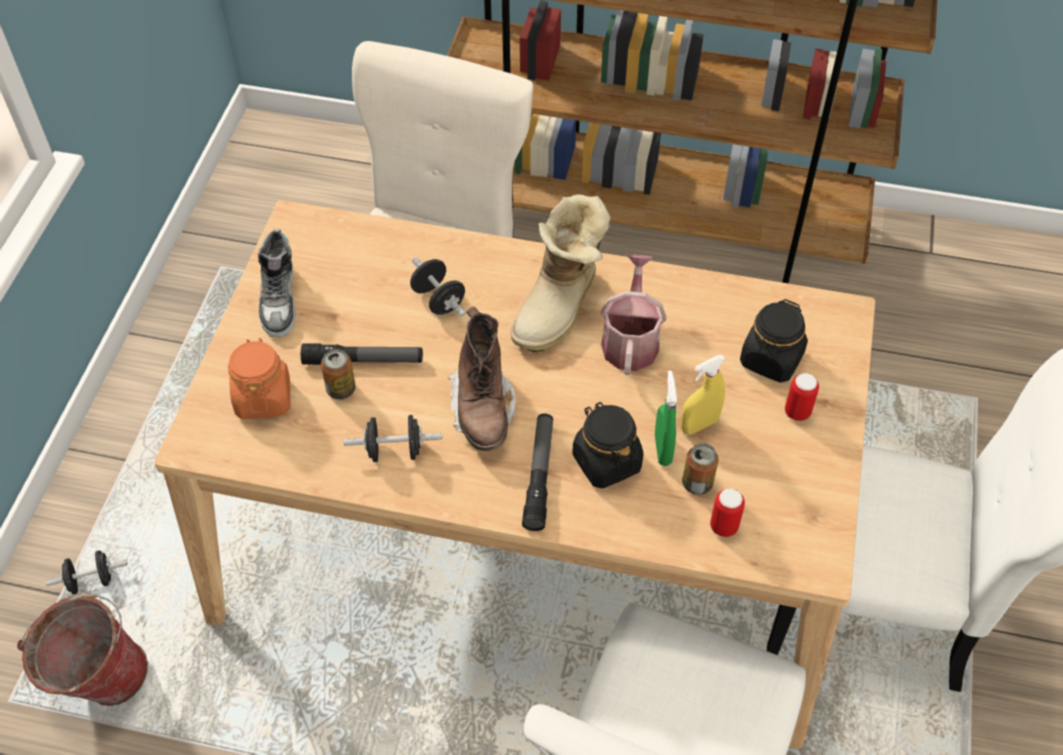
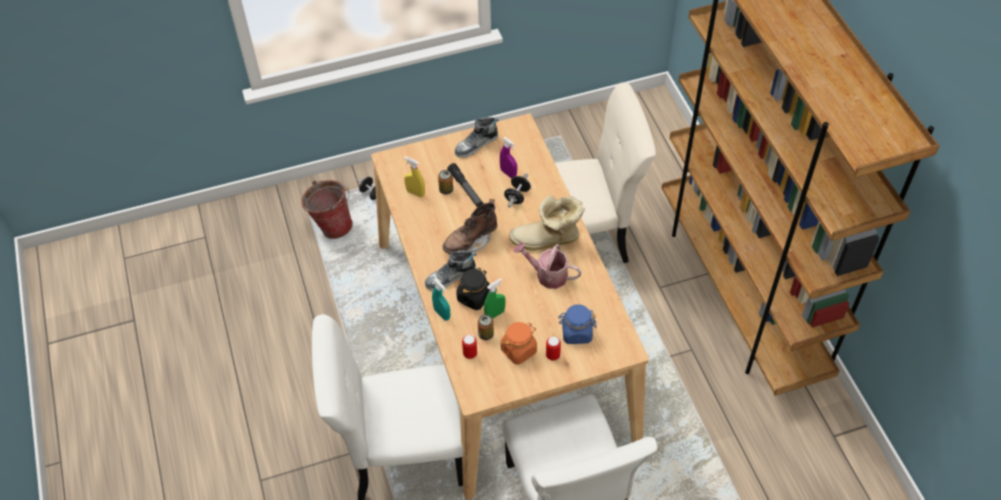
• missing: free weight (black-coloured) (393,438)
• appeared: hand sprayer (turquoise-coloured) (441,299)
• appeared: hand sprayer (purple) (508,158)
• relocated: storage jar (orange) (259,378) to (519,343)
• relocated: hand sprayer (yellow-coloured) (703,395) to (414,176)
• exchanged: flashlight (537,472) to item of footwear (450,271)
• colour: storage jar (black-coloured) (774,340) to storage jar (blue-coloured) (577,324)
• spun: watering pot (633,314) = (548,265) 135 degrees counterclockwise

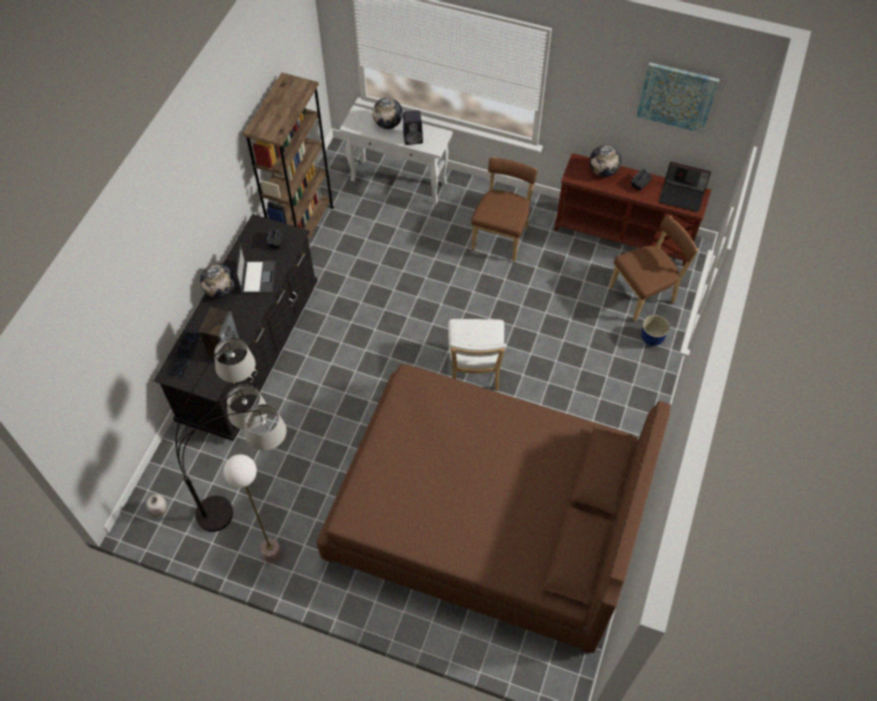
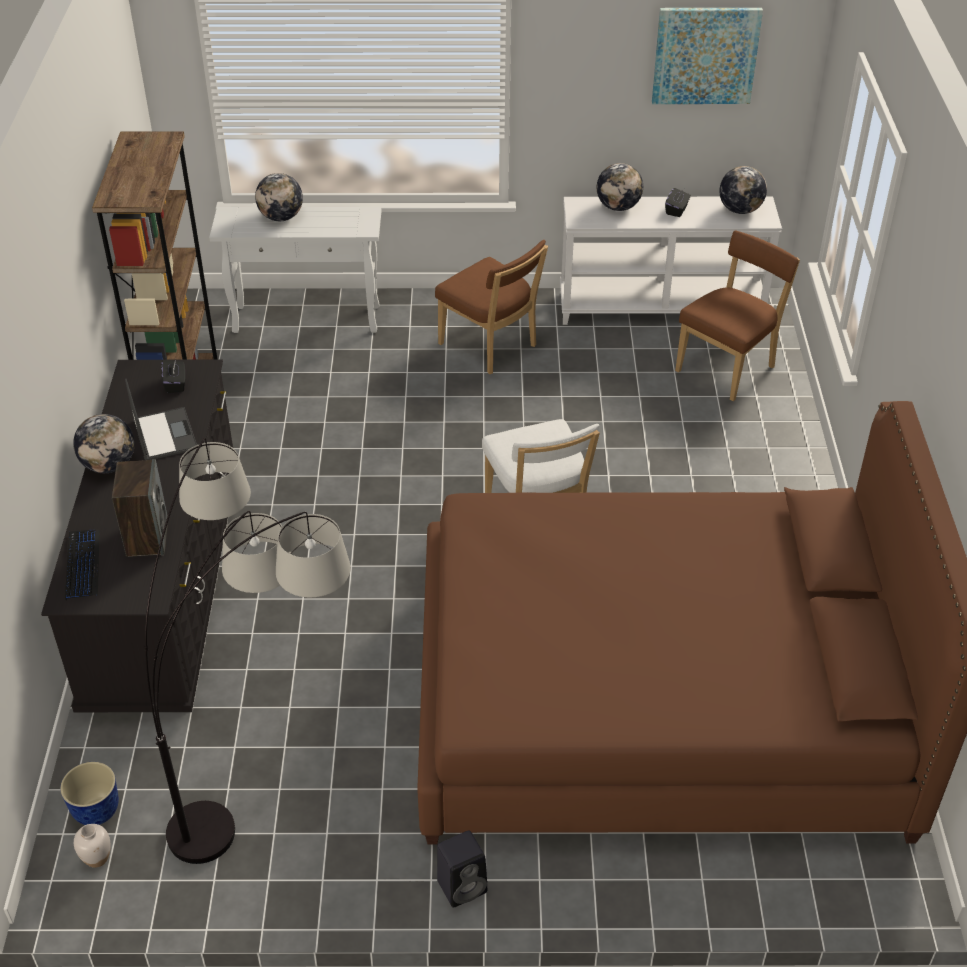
• missing: standard lamp (252,508)
• relocated: speaker (black-coloured) (413,127) to (462,869)
• relocated: flower pot (655,330) to (89,793)
• exchanged: portable computer (685,187) to globe (743,190)
• colour: narrow table (brown) (632,209) to narrow table (whitish) (671,261)
• spun: chair (brown) (504,209) = (491,307) 135 degrees clockwise

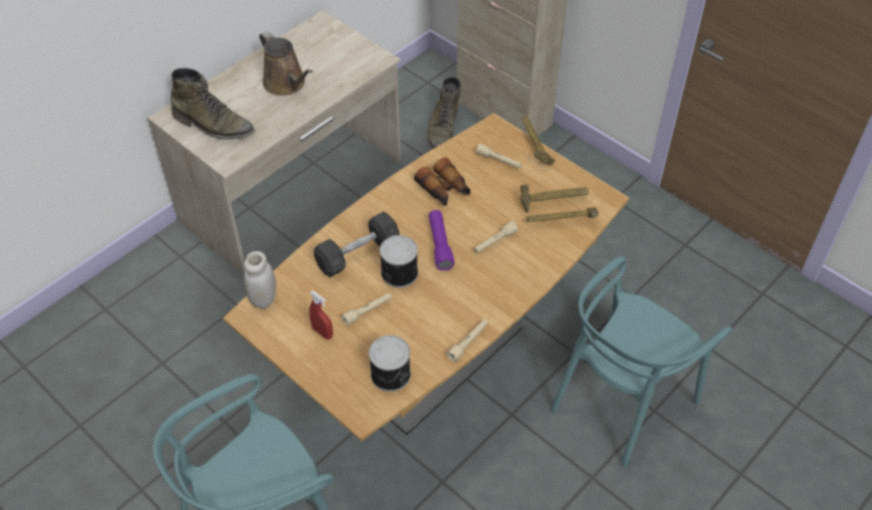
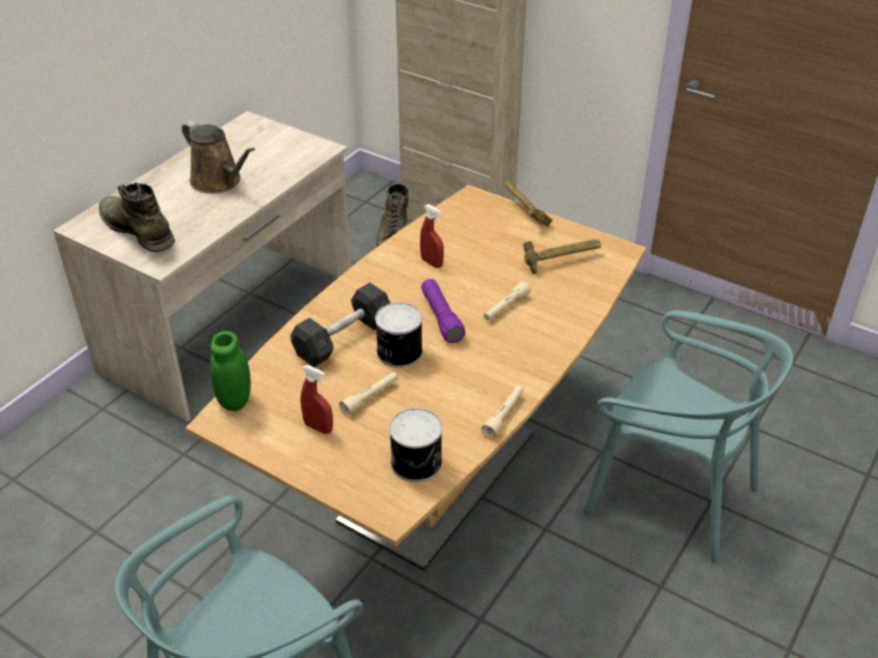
• missing: flashlight (beige) (499,156)
• missing: hammer (563,214)
• exchanged: field glasses (442,181) to hand sprayer (reddish) (432,236)
• colour: storage jar (whitish) (260,280) to storage jar (greenish) (230,371)
• spun: boot (greenish) (213,104) = (137,217) 150 degrees counterclockwise
• spun: chair (turquoise-coloured) (642,361) = (688,437) 90 degrees counterclockwise

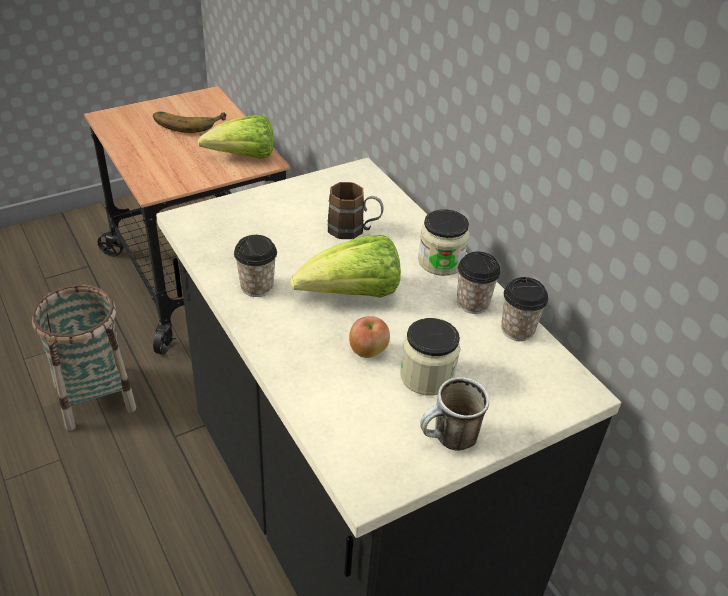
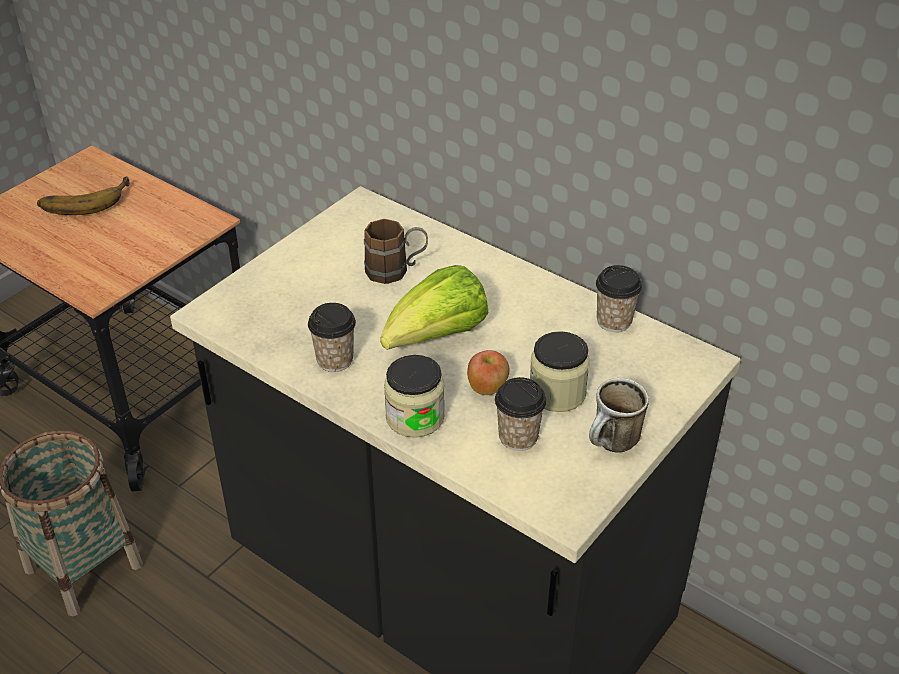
• missing: lettuce head (236,137)
• relocated: storage jar (444,242) to (414,396)
• relocated: small cup (479,283) to (520,414)

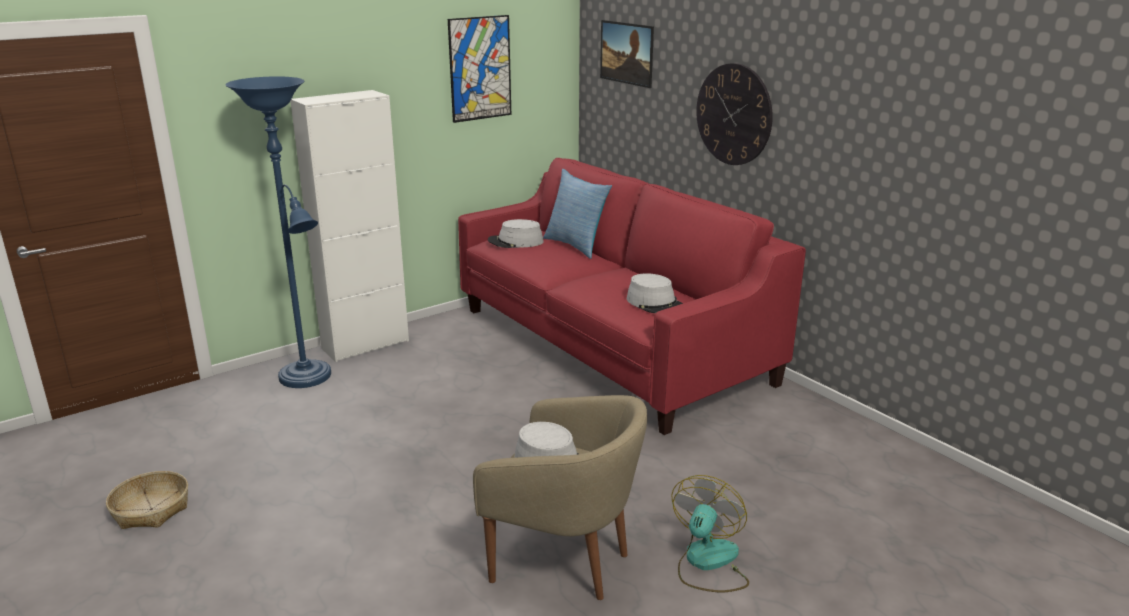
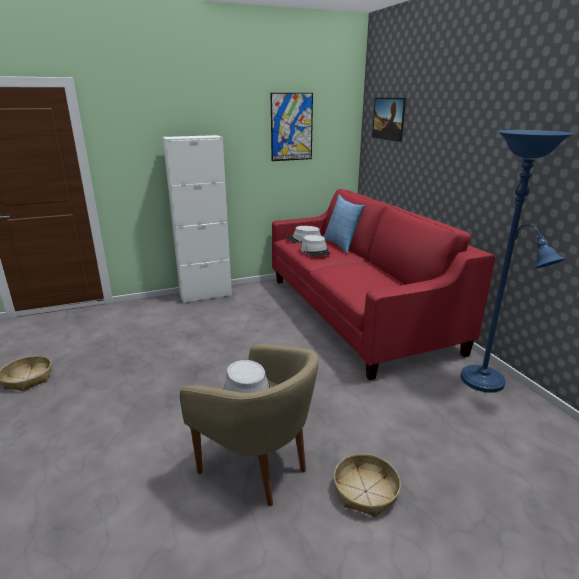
• missing: clock on the wall (734,114)
• relocated: standard lamp (blue-coloured) (278,232) to (516,261)
• relocated: wearable hat (greyish) (655,293) to (316,245)
• exchanged: cooling fan (710,533) to household basket (367,485)

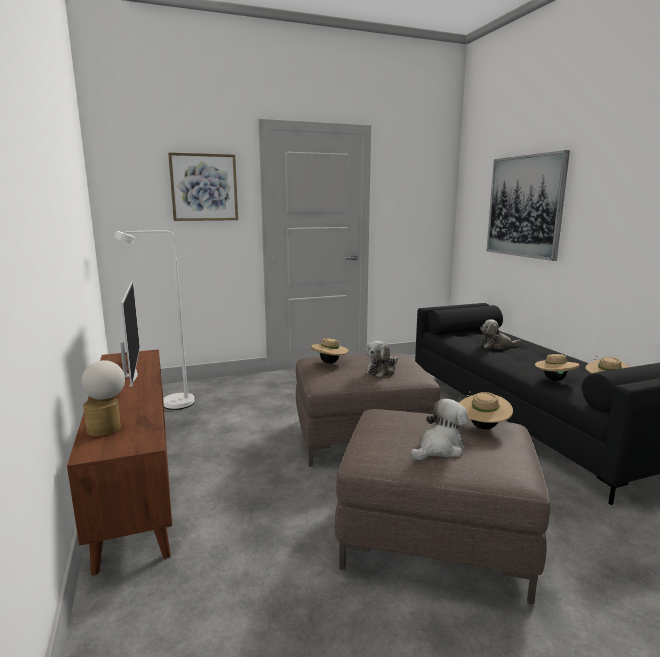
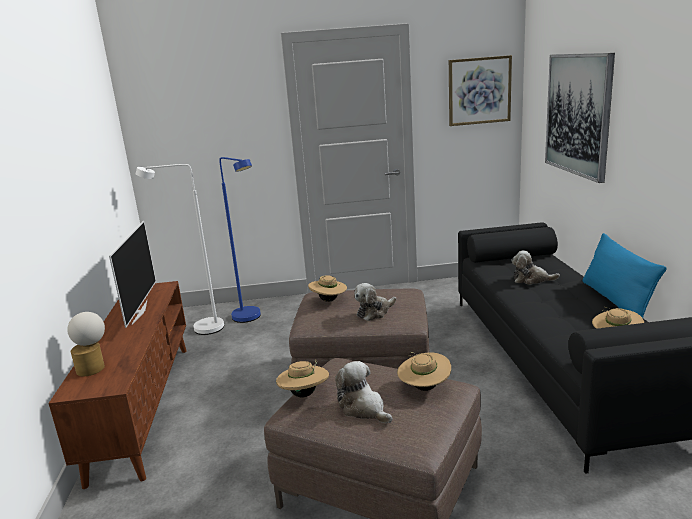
• appeared: standard lamp (blue-coloured) (240,240)
• appeared: throw pillow (blue-coloured) (624,275)
• relocated: wall art (203,186) to (480,90)
• relocated: wearable hat (beige) (557,366) to (302,378)
• spun: plush toy (439,429) = (363,392) 105 degrees counterclockwise

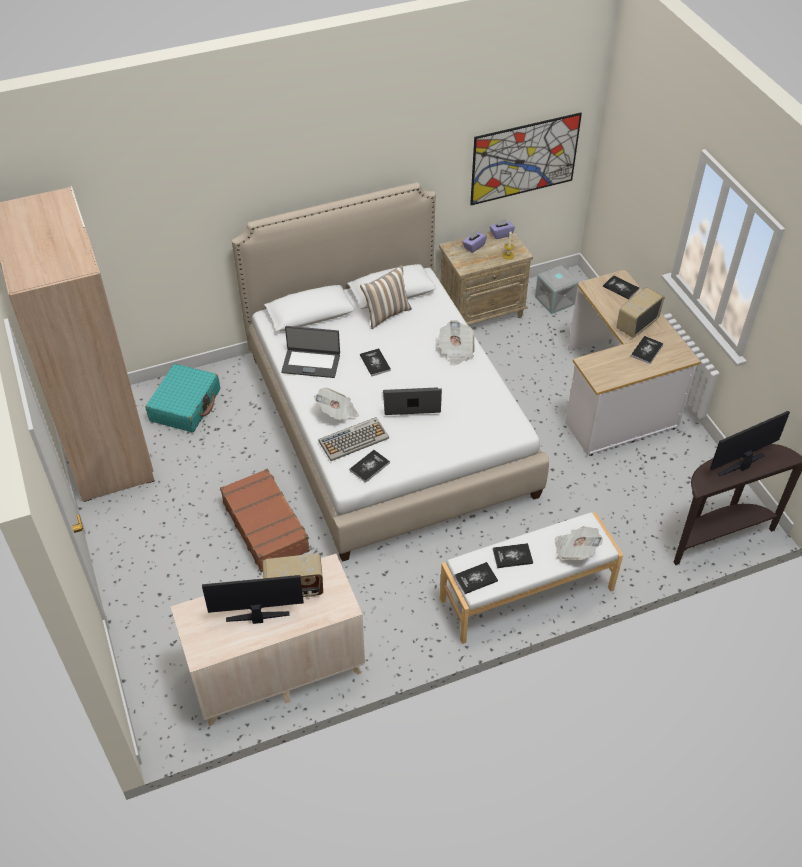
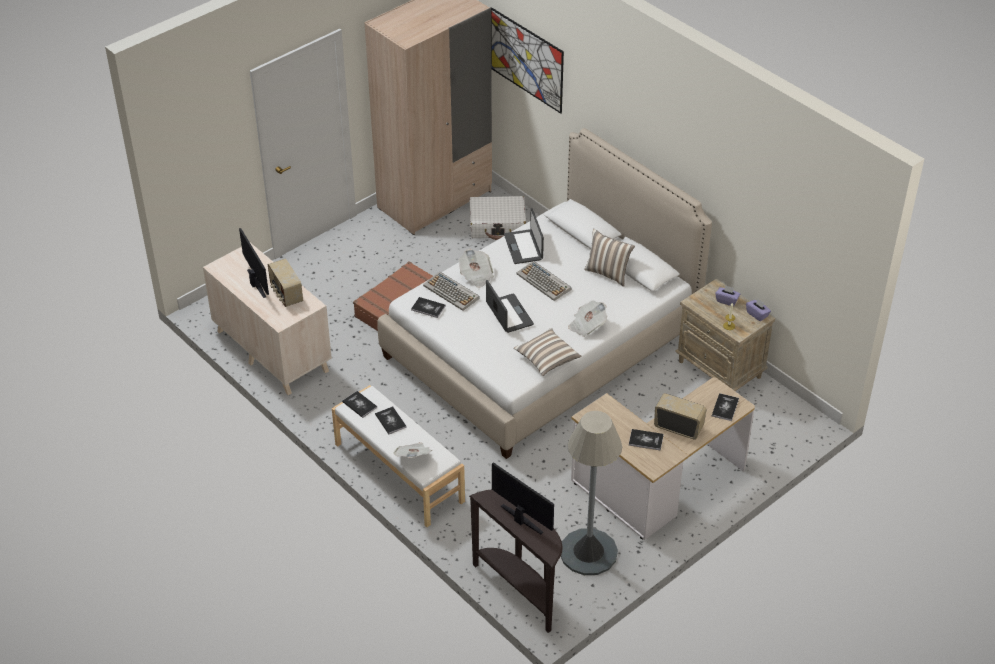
• missing: storage container (greyish) (557,289)
• appeared: throw pillow (548,352)
• appeared: standard lamp (greyish) (591,493)
• relocated: wall art (526,158) to (527,60)
• exchanged: volume (375,362) to PC keyboard (544,281)
• colour: piece of luggage (turquoise-coloured) (183,398) to piece of luggage (whitish) (497,218)

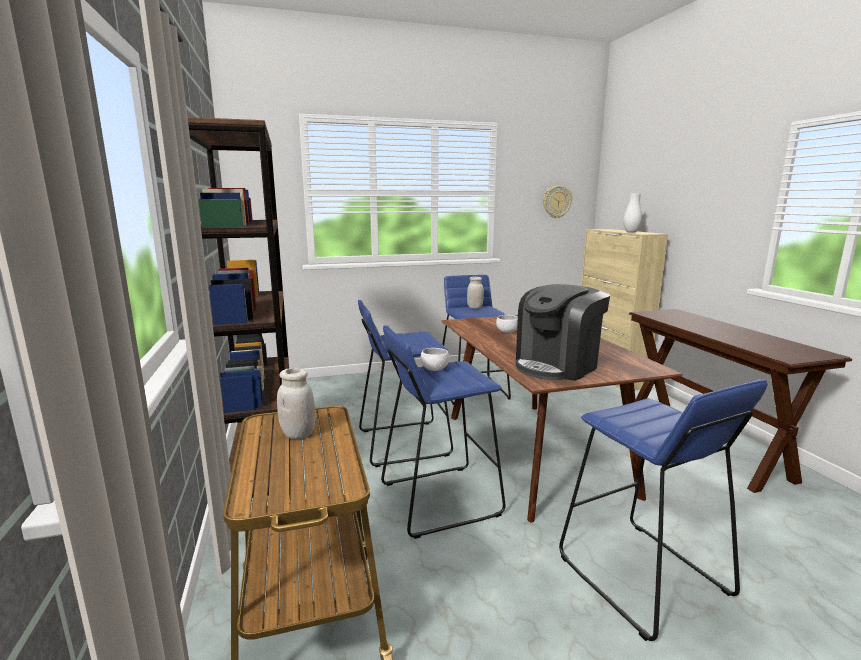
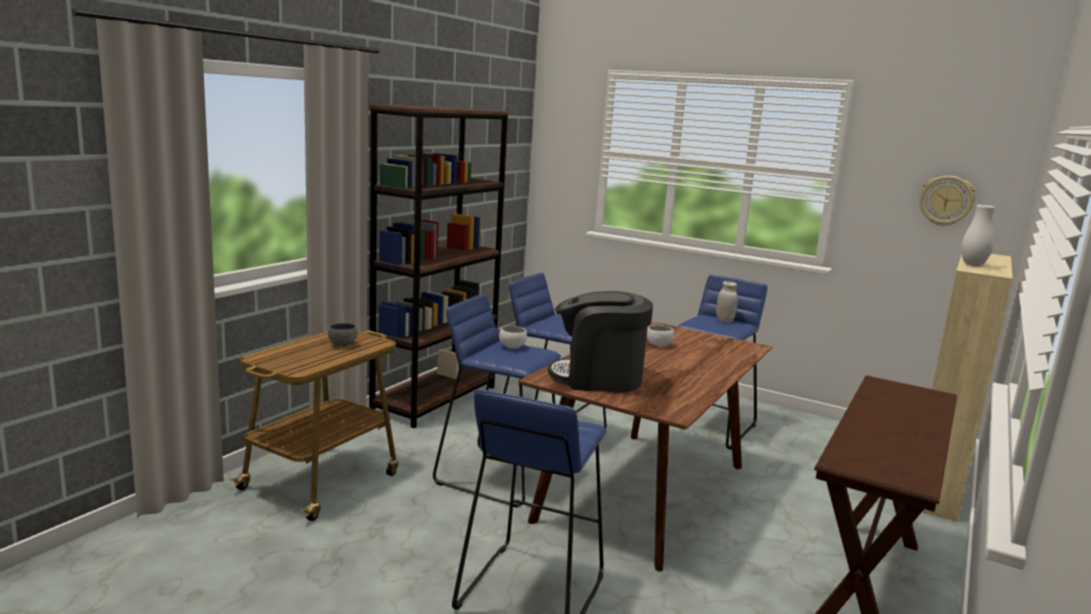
• exchanged: storage jar (whitish) (296,403) to bowl (greyish) (343,334)

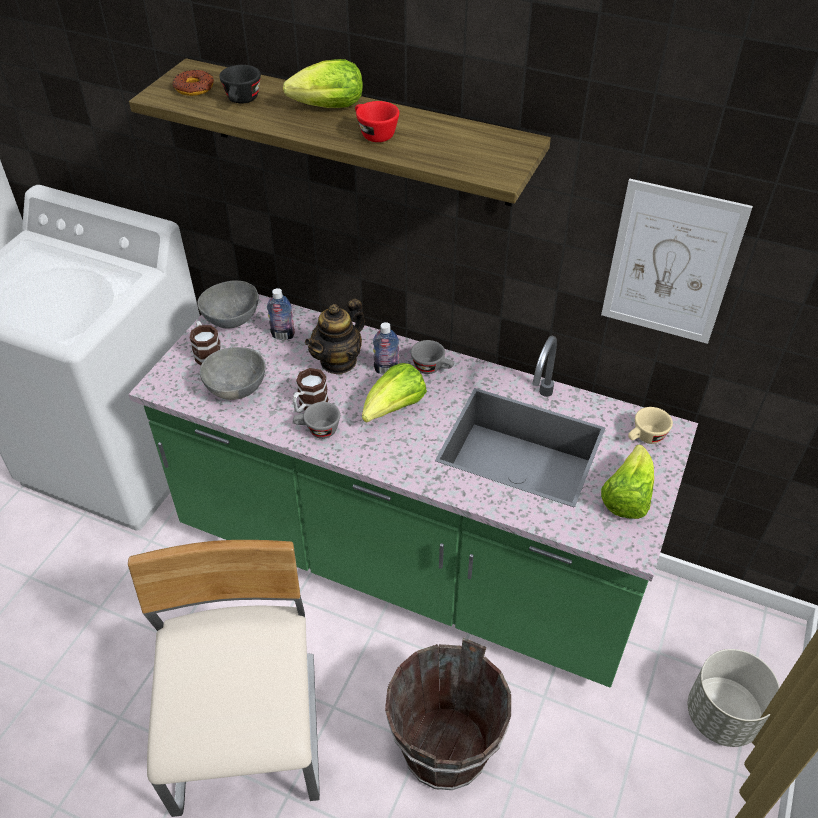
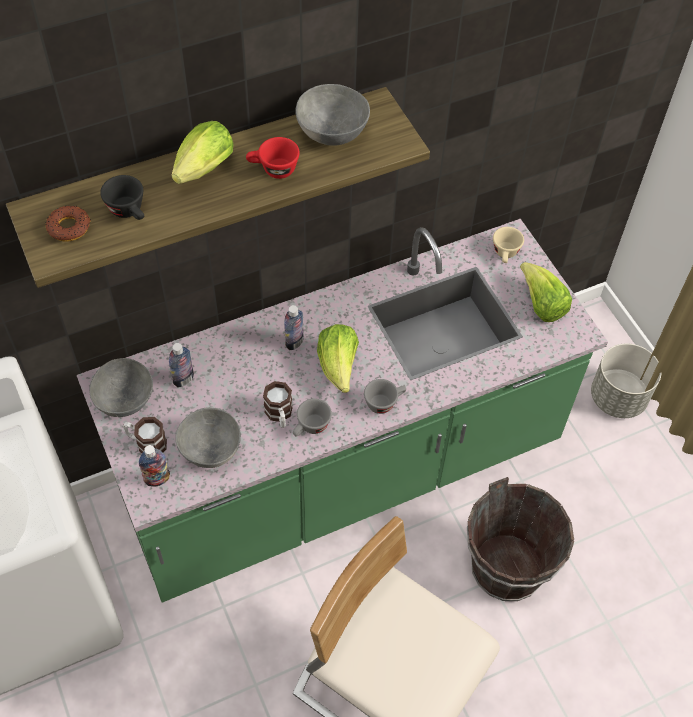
• missing: teapot (335,337)
• missing: wall art (677,261)
• appeared: drink bottle (154,466)
• appeared: bowl (greyish) (333,114)
• relocated: small cup (greyish) (432,357) to (385,396)

